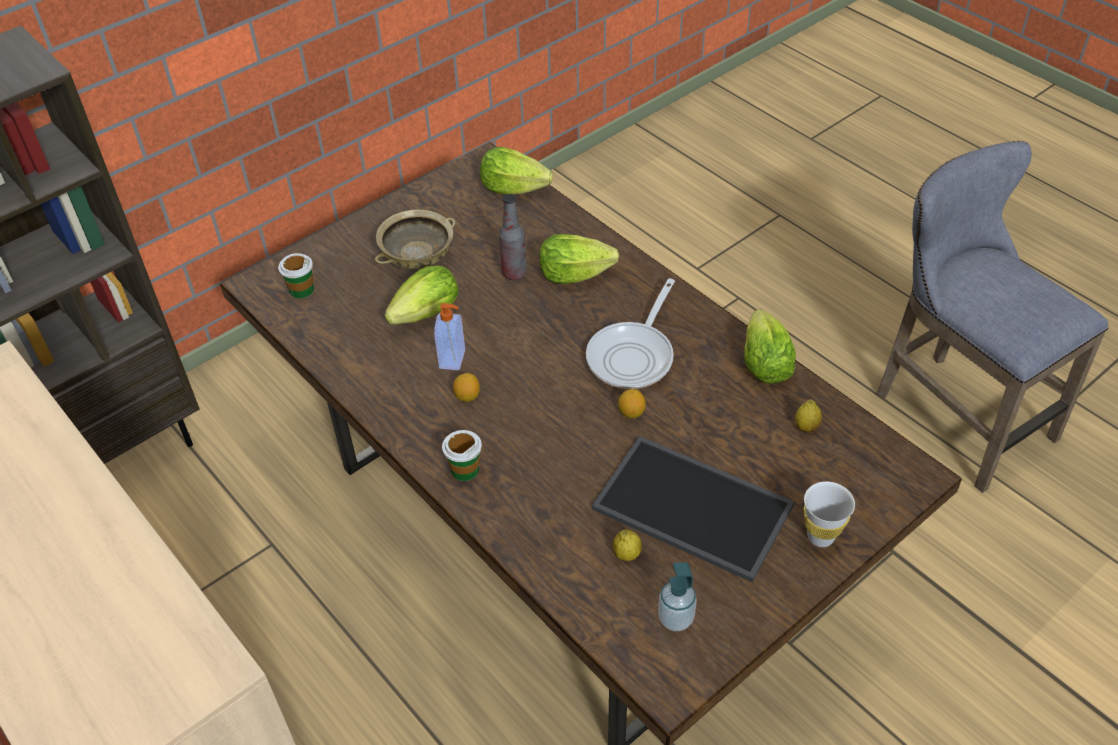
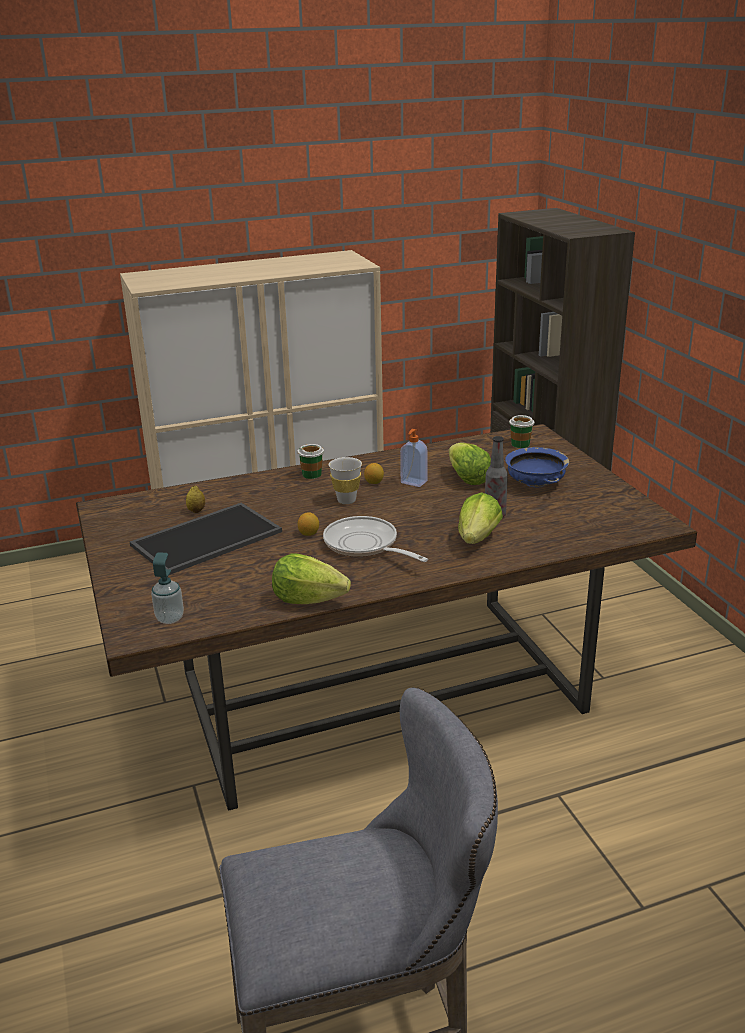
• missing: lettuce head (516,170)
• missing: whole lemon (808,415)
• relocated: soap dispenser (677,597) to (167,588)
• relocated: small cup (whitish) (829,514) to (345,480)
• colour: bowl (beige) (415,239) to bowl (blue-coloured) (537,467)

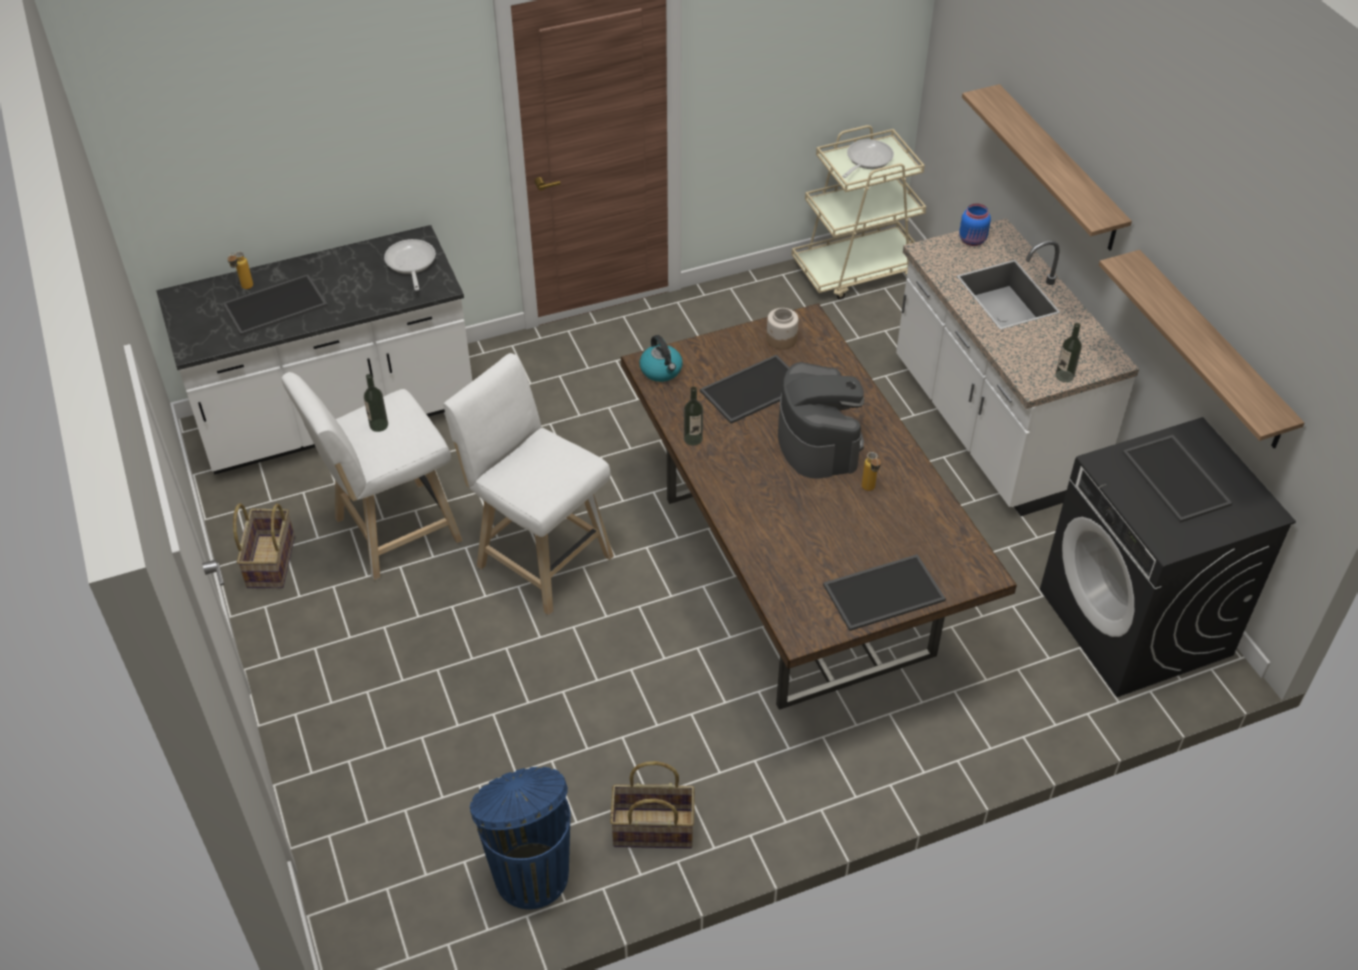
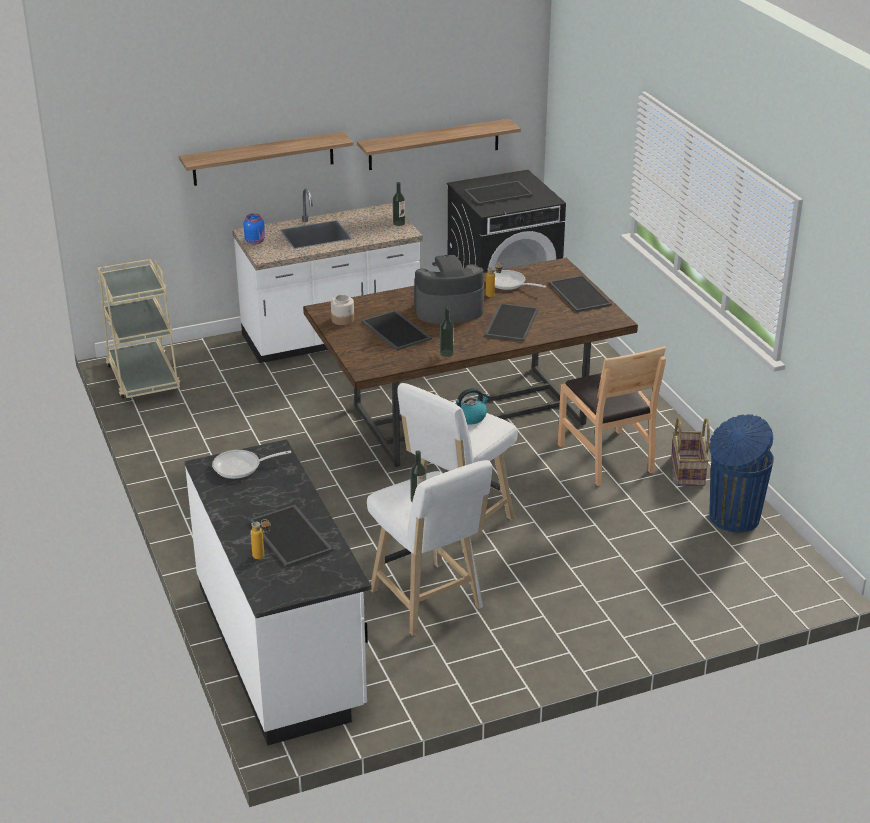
• missing: household basket (264,545)
• appeared: serving tray (511,322)
• appeared: chair (brown) (612,416)
• relocated: water kettle (661,358) to (472,406)
• relocated: frying pan (868,158) to (520,280)

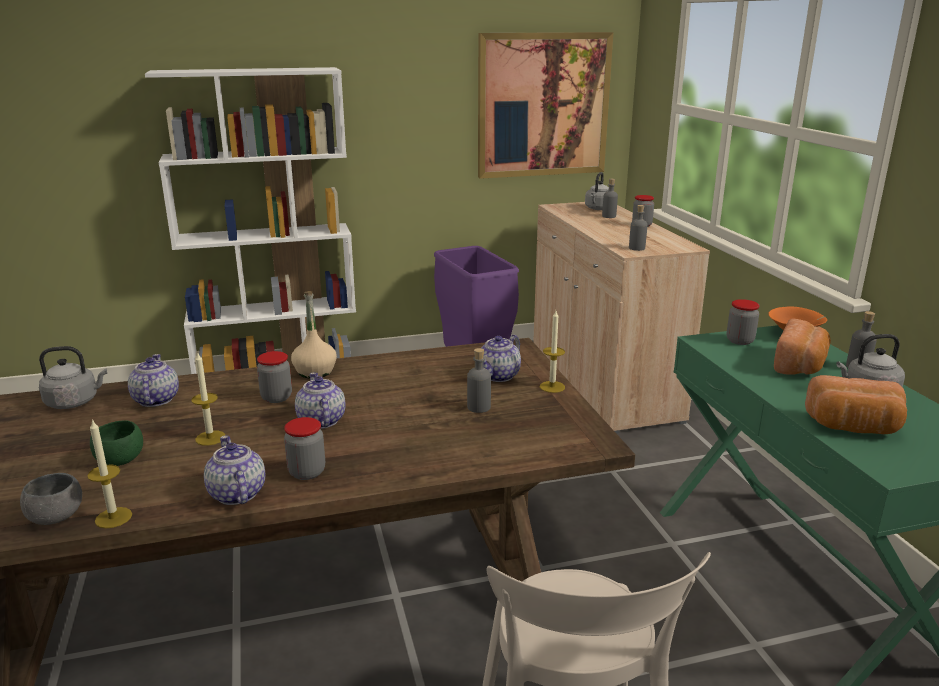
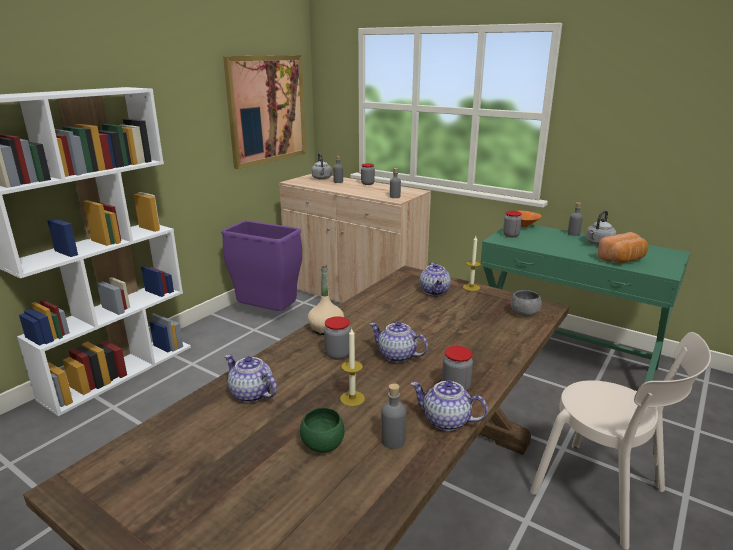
• missing: water kettle (greyish) (73,377)
• missing: wax light (109,474)
• missing: bakery bread (802,346)
• relocated: bowl (greyish) (51,499) to (526,303)
• relocated: drink bottle (greyish) (479,380) to (393,416)

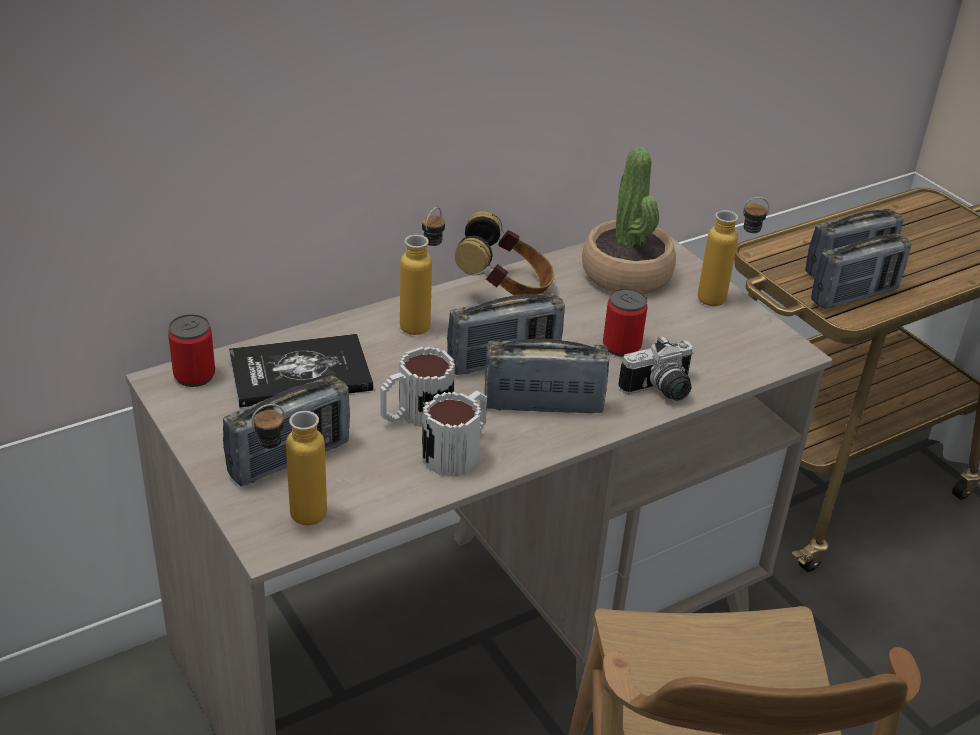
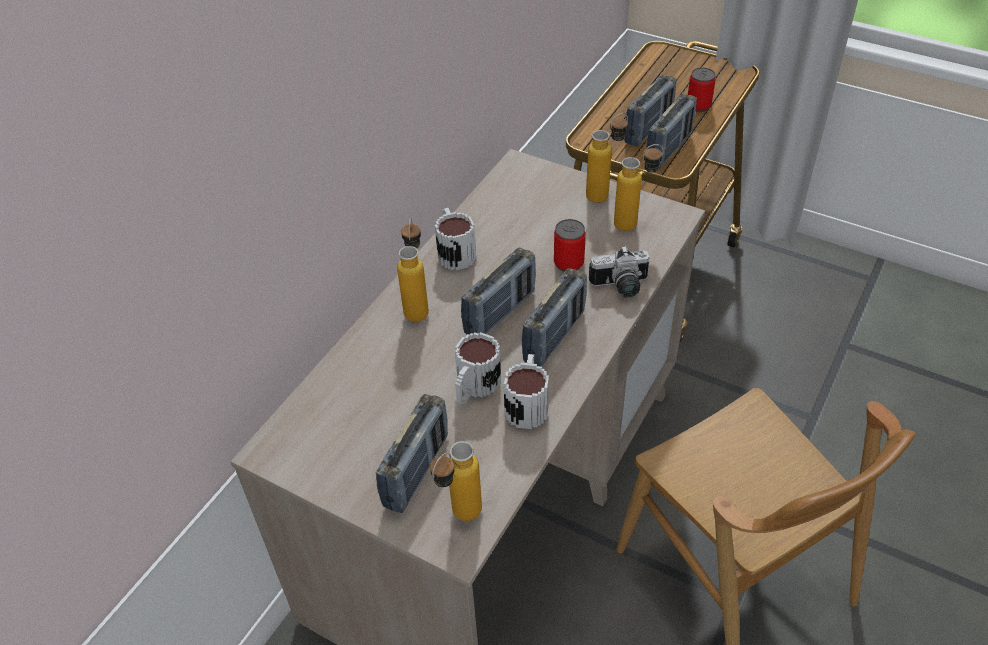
• missing: volume (301,371)
• missing: potted plant (629,220)
• appeared: drink bottle (639,187)
• relocated: metal can (191,350) to (702,89)
• exchanged: pair of headphones (504,253) to coffee mug (455,239)
• spun: radio (546,376) = (554,317) 150 degrees clockwise
• spun: still camera (656,368) = (619,272) 45 degrees clockwise

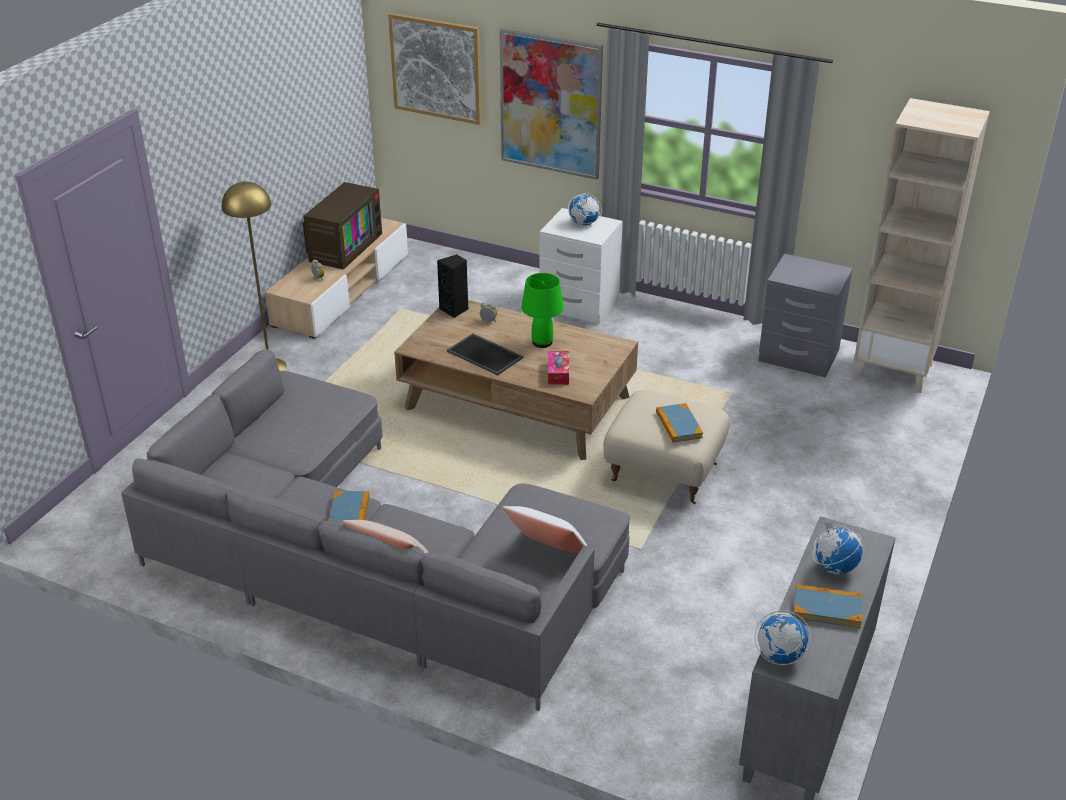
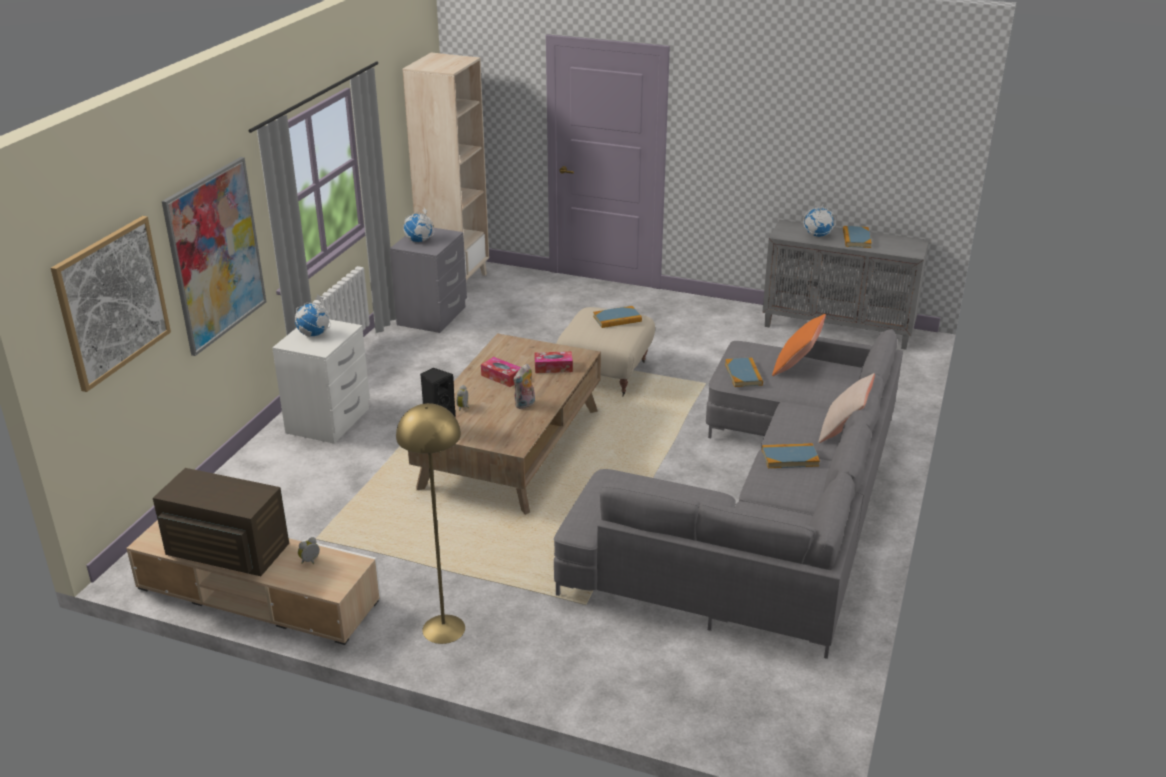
• appeared: volume (744,372)
• relocated: globe (782,637) to (418,225)
• exchanged: serving tray (485,354) to plush toy (524,386)
• exchanged: table lamp (greenish) (542,310) to tissue box (501,372)
• colour: throw pillow (whitish) (545,529) to throw pillow (orange) (799,345)

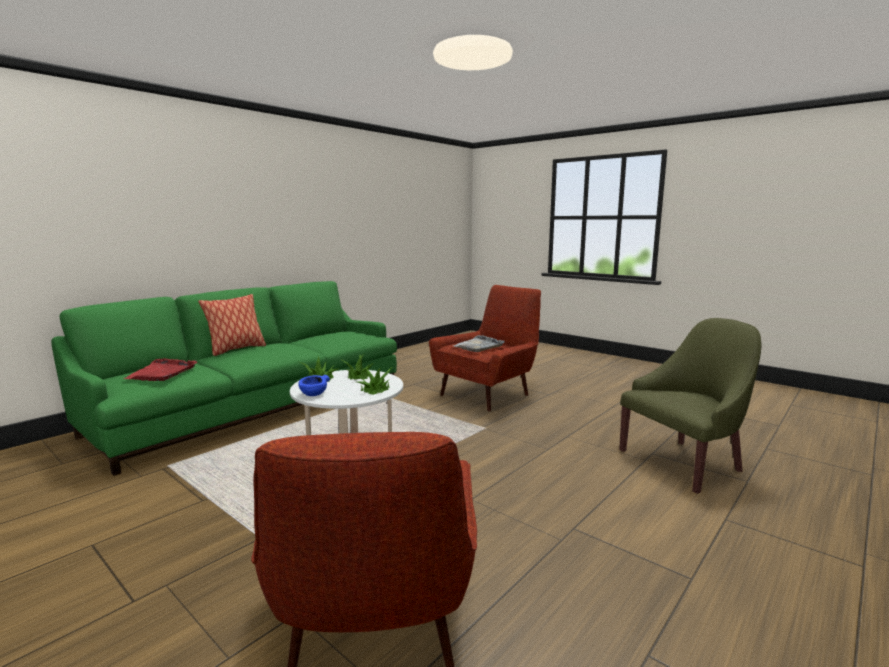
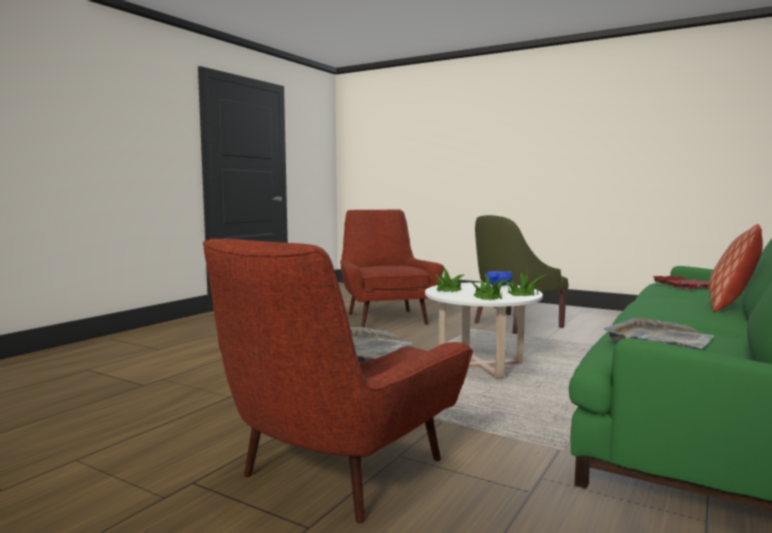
• appeared: serving tray (greyish) (659,333)
• relocated: lounge chair (greenish) (690,406) to (521,274)

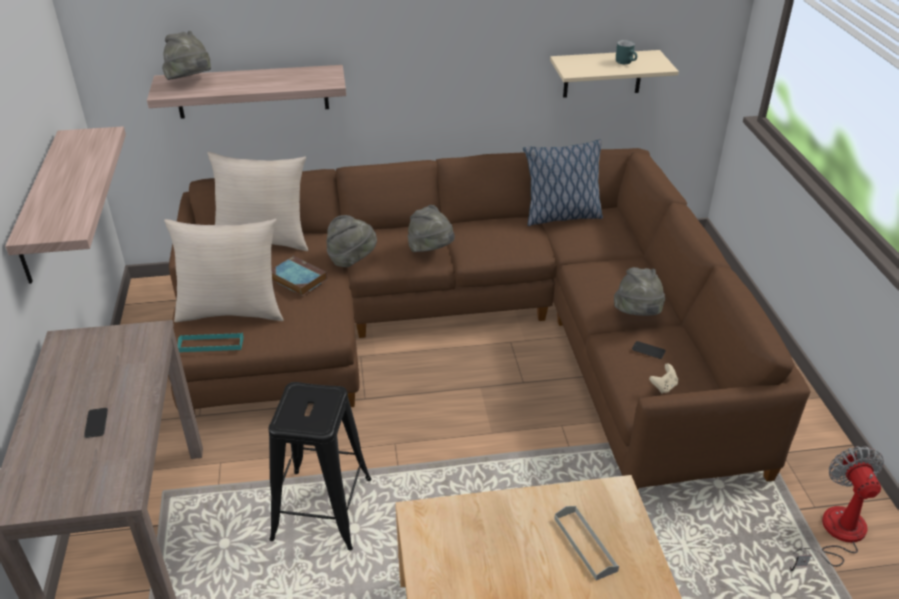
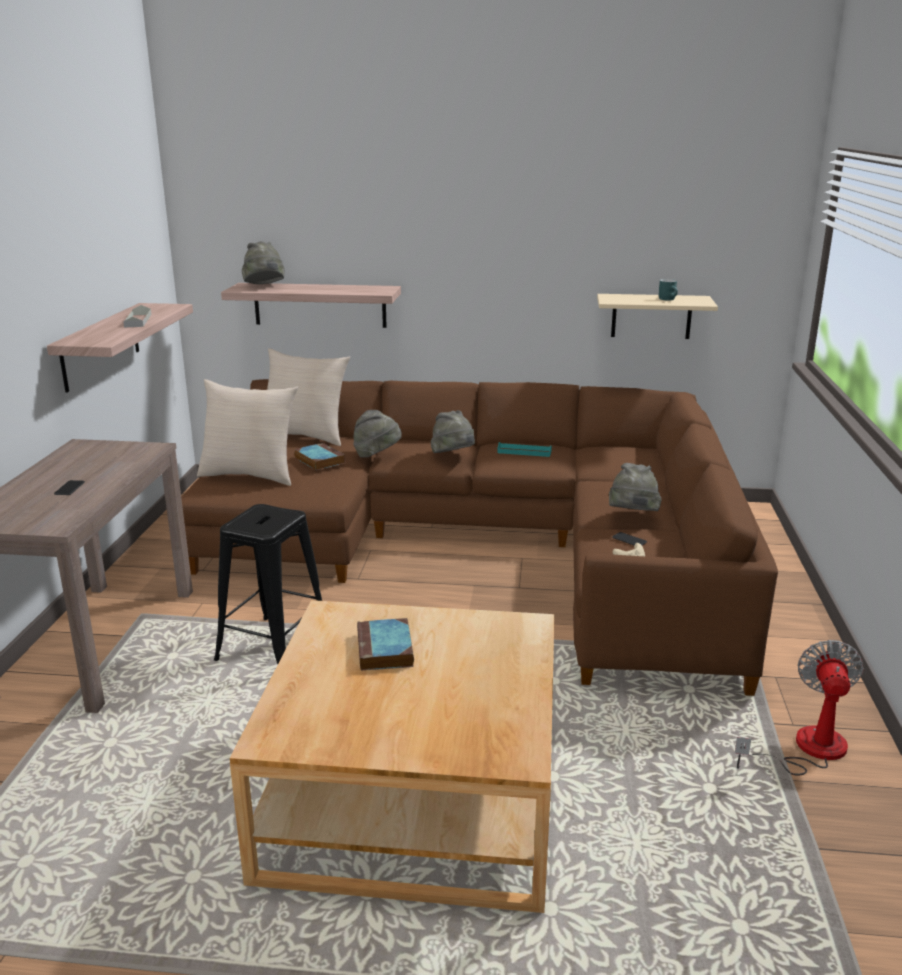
• missing: throw pillow (563,183)
• appeared: volume (385,644)
• relocated: serving tray (turquoise-coloured) (211,342) to (524,449)
• relocated: serving tray (greyish) (586,543) to (137,316)

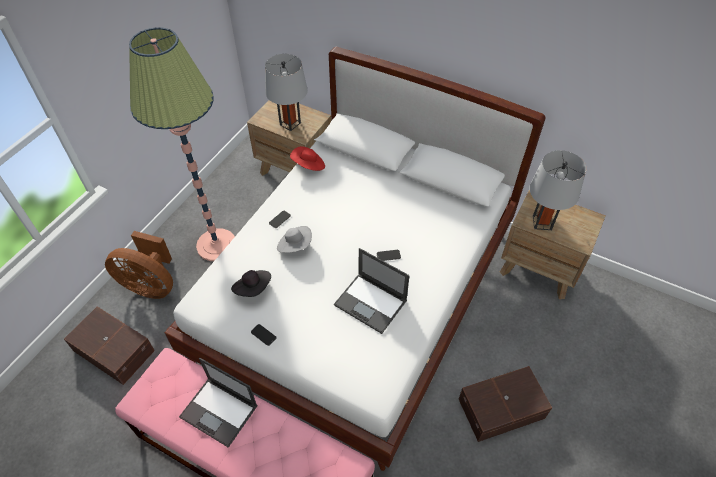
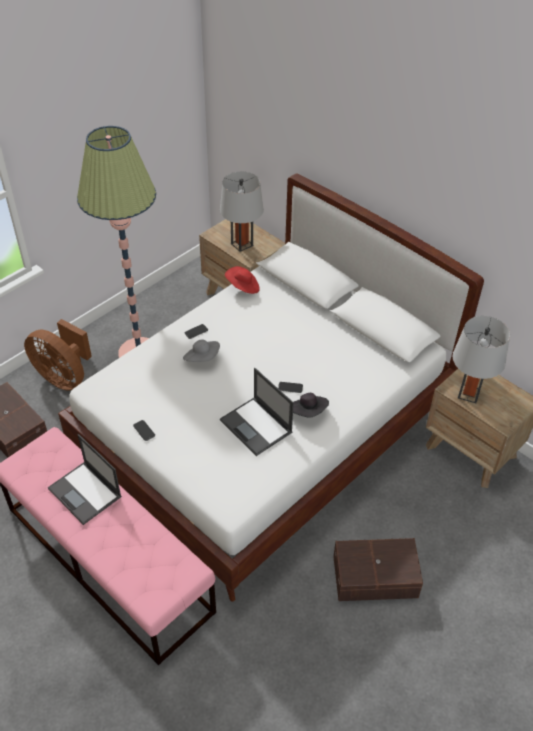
• relocated: wearable hat (black-coloured) (251,283) to (311,405)

